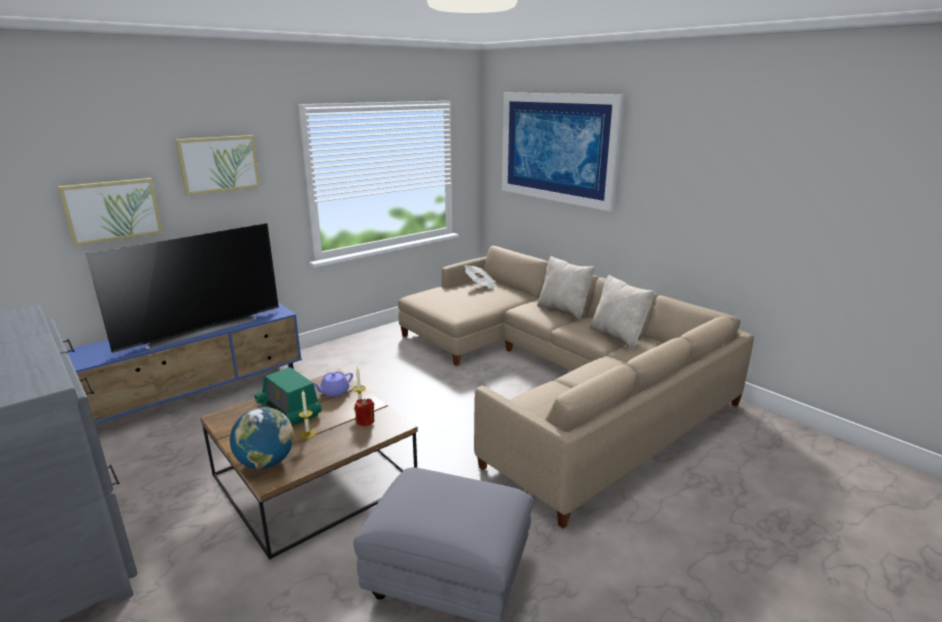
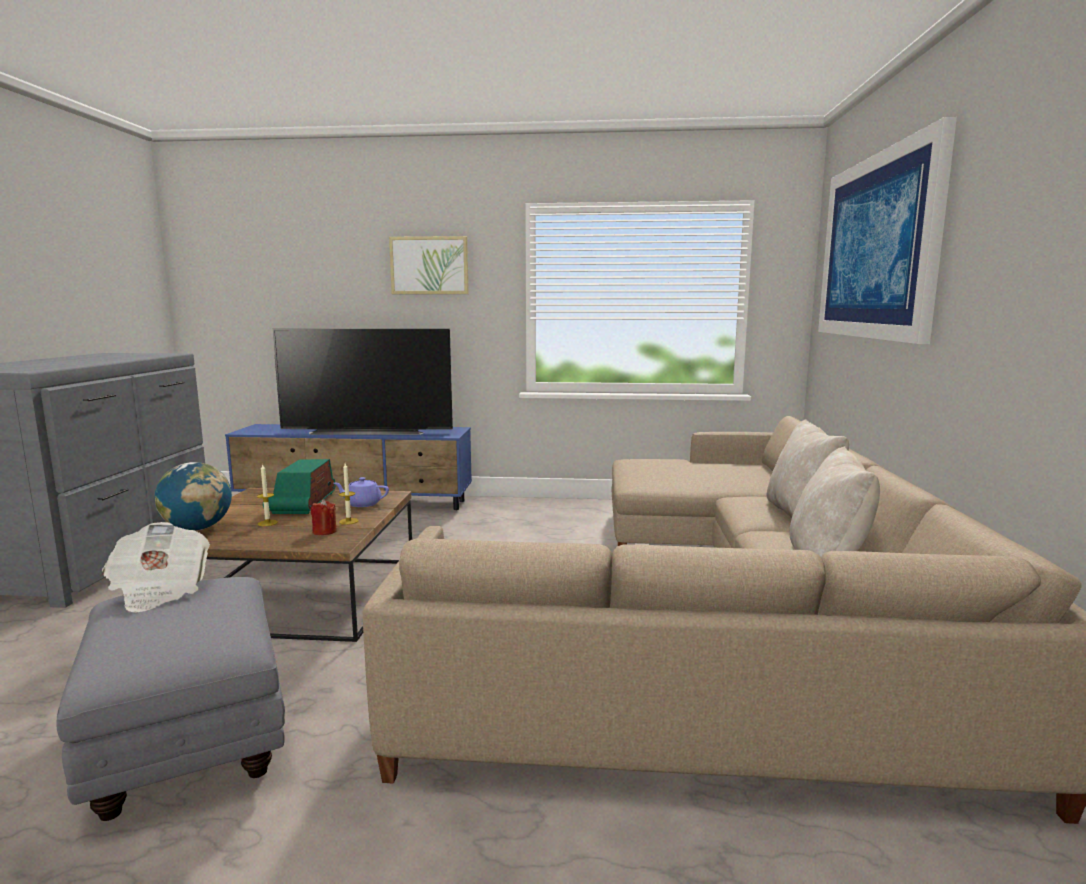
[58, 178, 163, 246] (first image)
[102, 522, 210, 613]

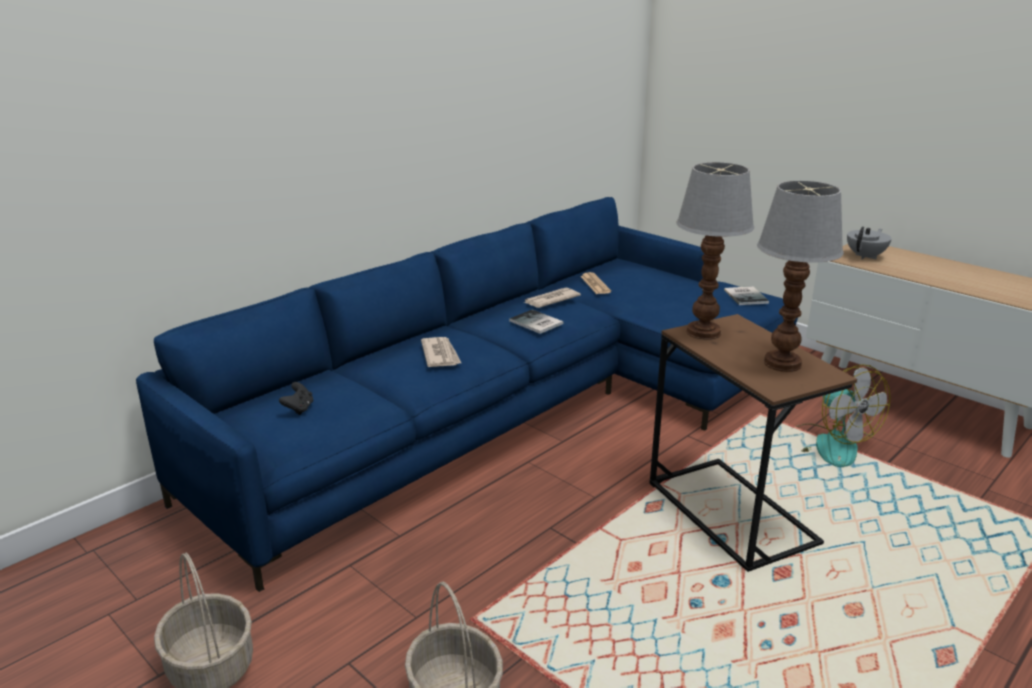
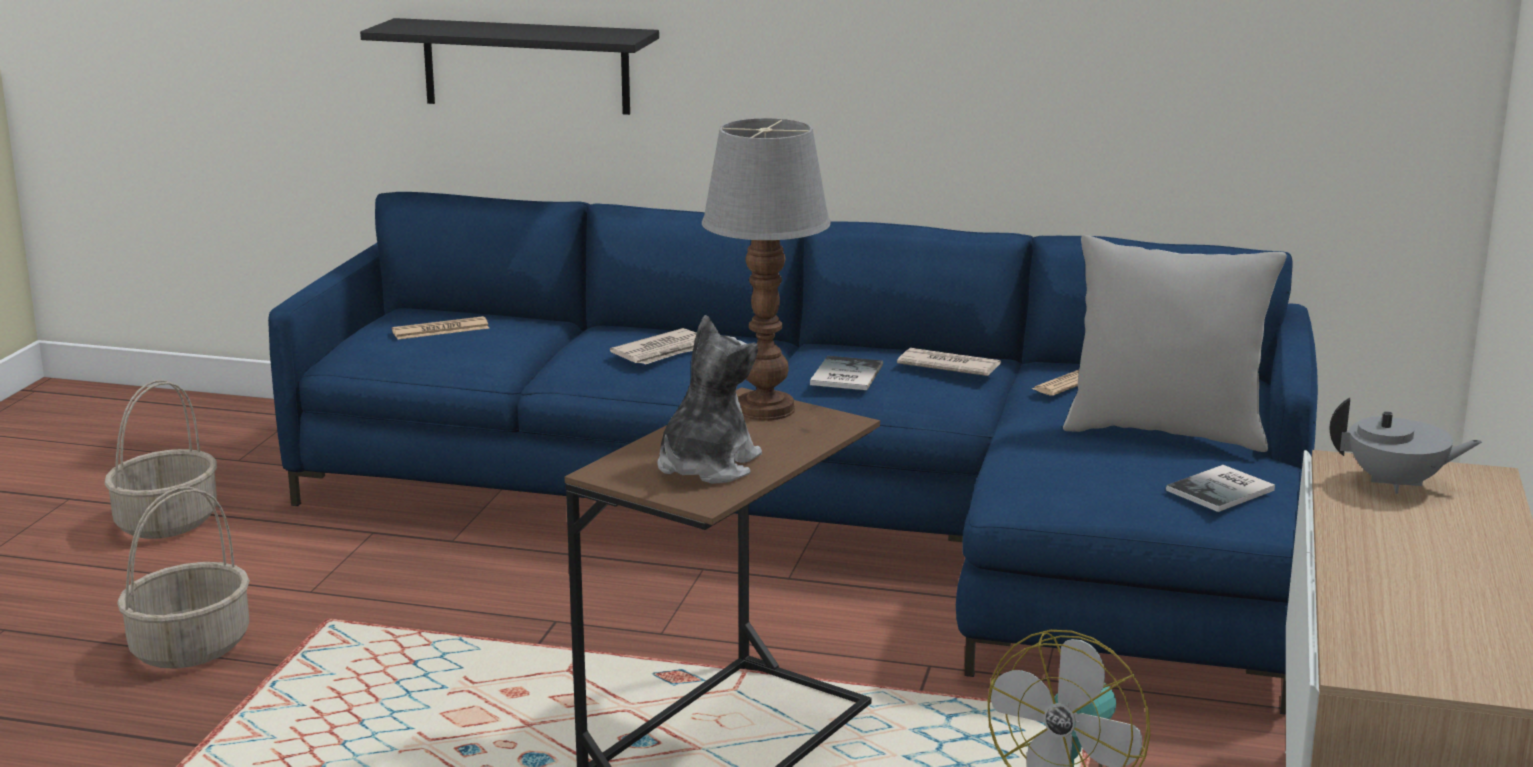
[392, 316, 489, 340]
[657, 315, 762, 484]
[360, 18, 659, 115]
[1063, 235, 1287, 452]

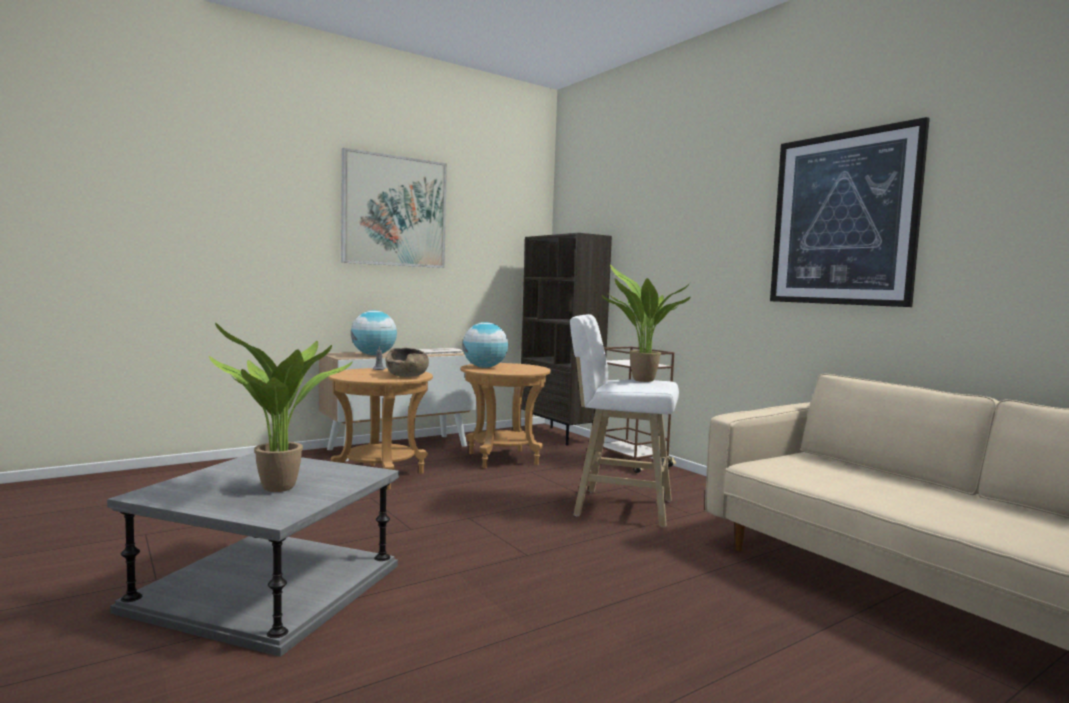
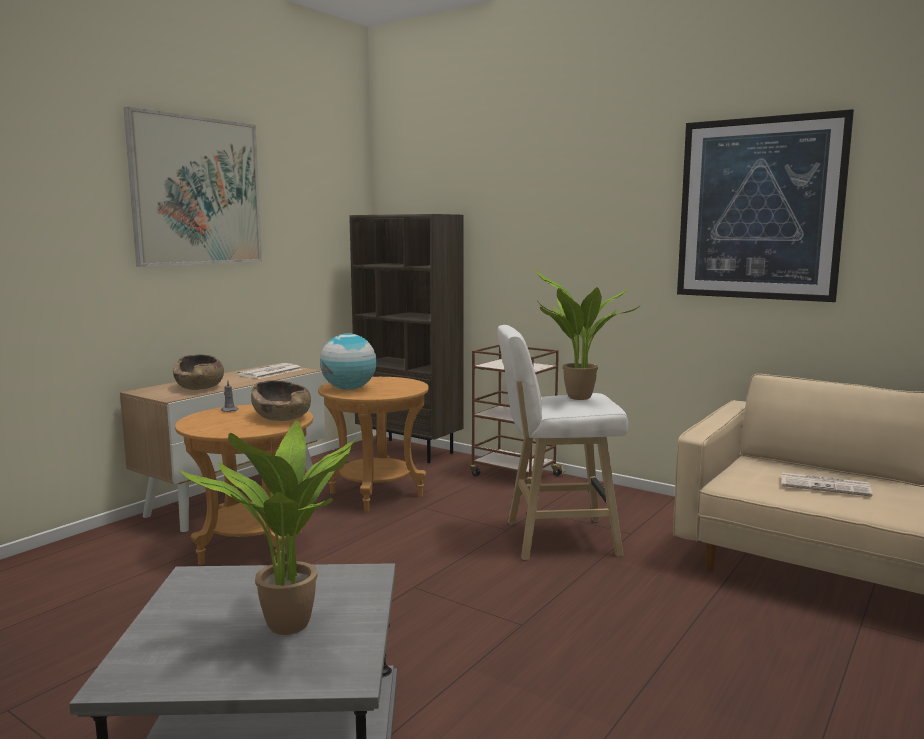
[173, 354, 224, 390]
[781, 473, 873, 497]

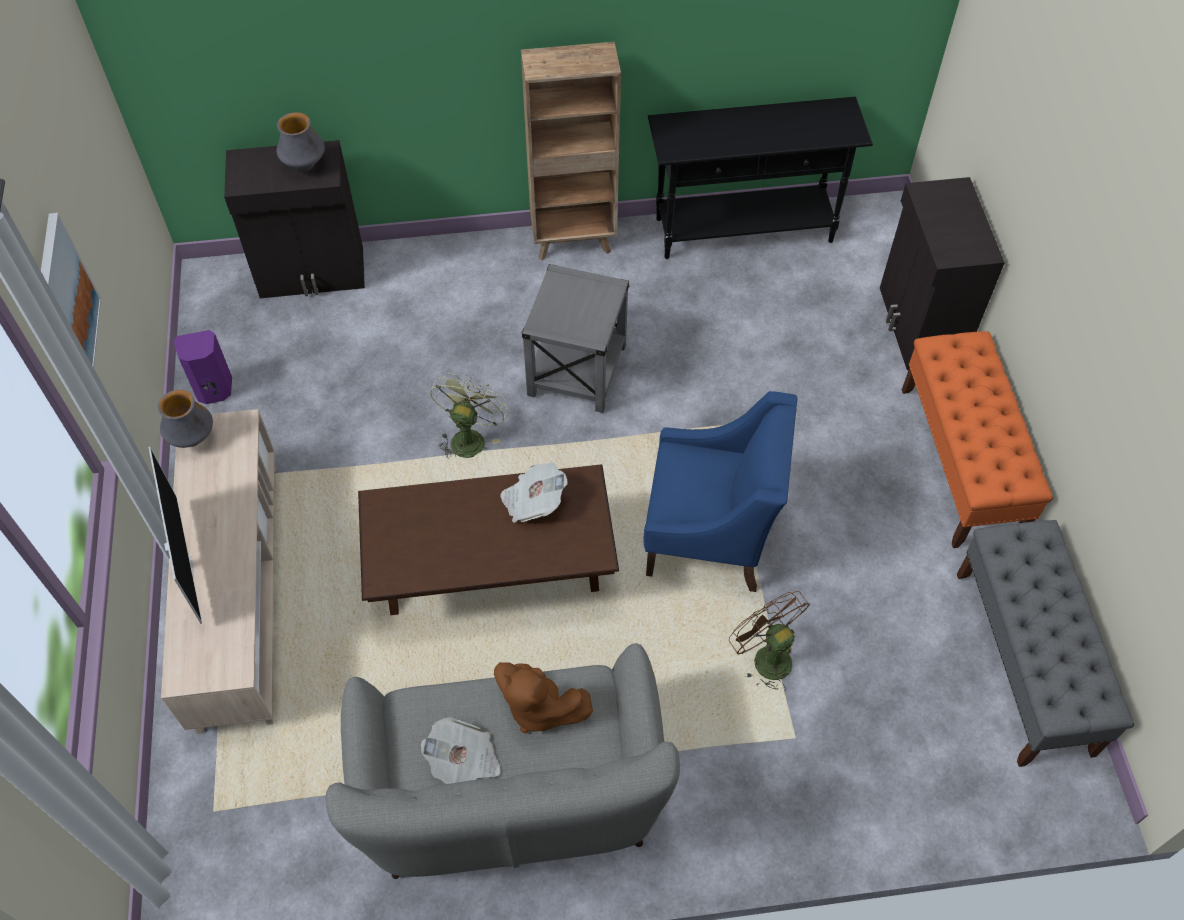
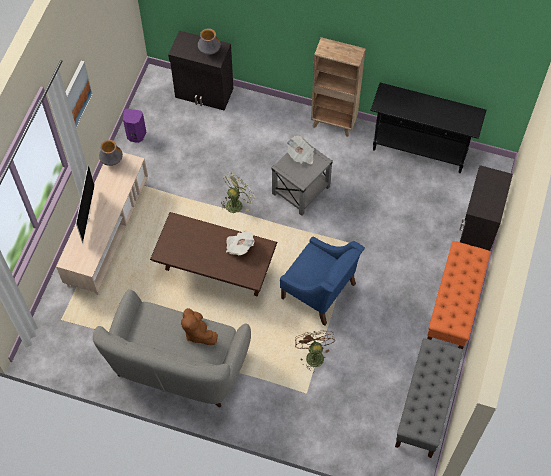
[287, 136, 314, 164]

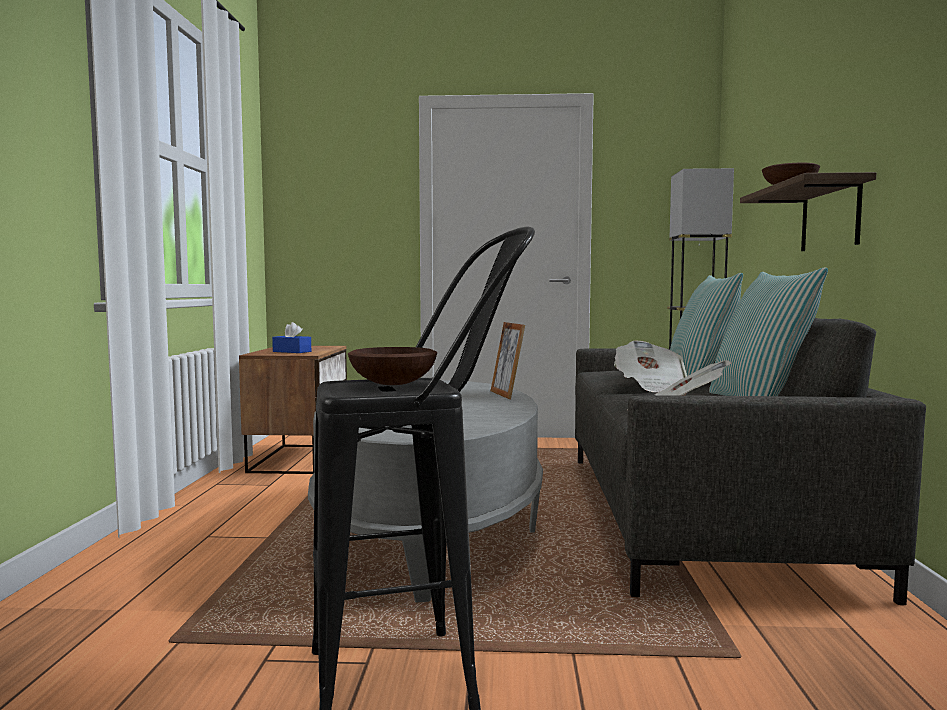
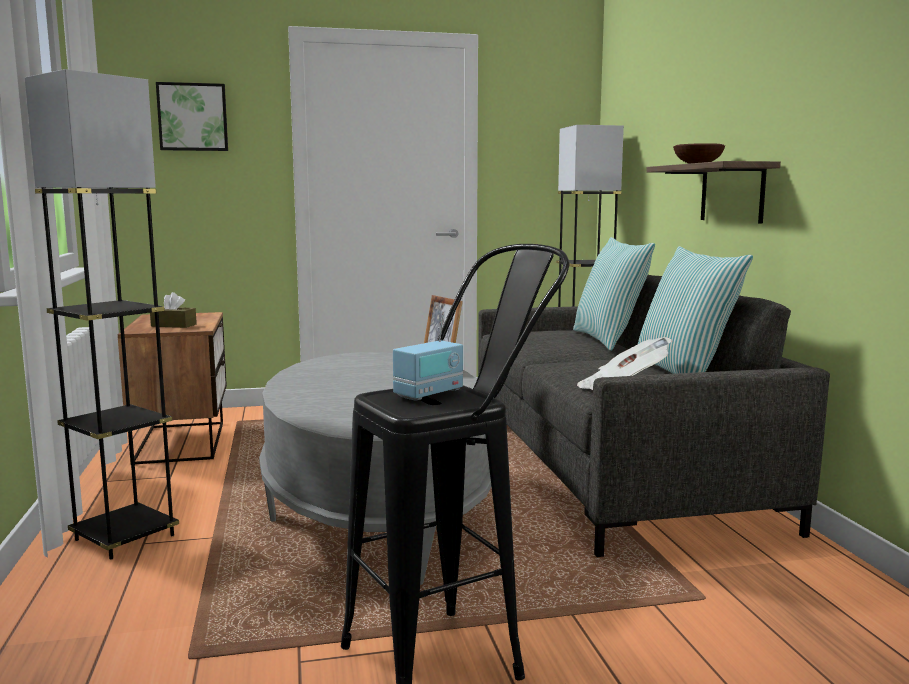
[150, 292, 197, 328]
[393, 312, 463, 400]
[614, 340, 687, 392] (first image)
[25, 69, 179, 560]
[156, 82, 228, 151]

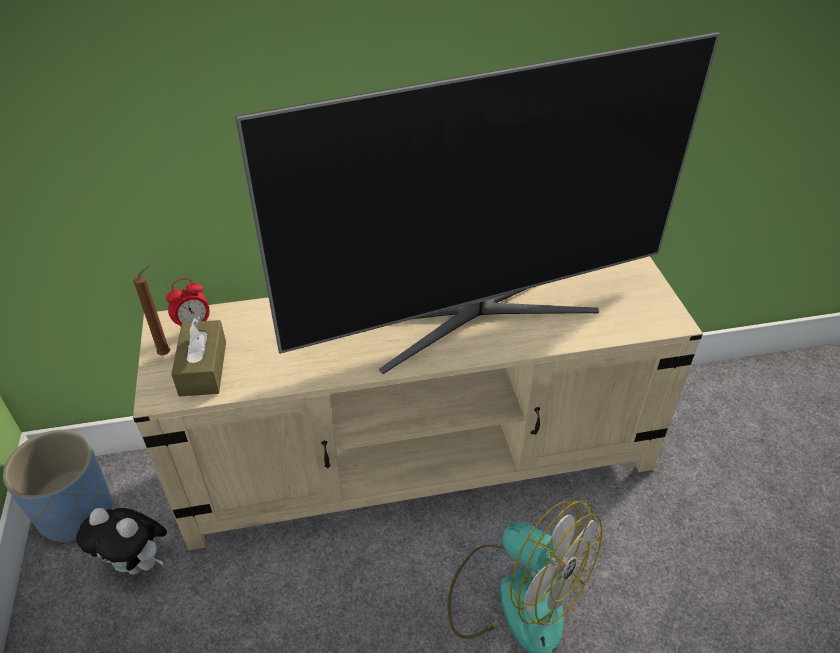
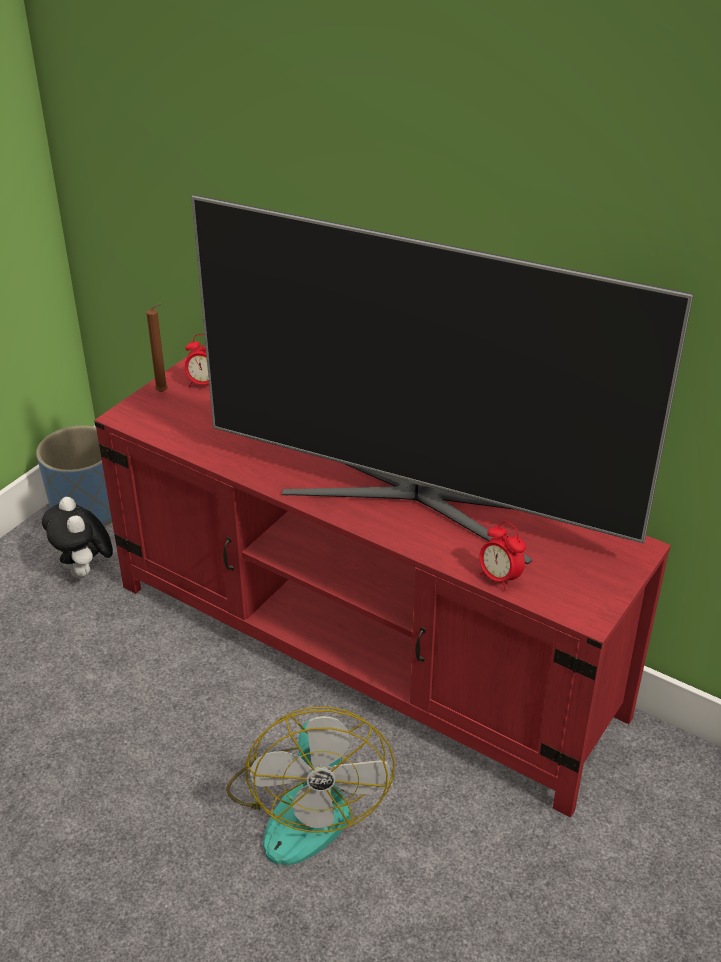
[94, 357, 671, 818]
[171, 317, 226, 396] (first image)
[479, 522, 526, 591]

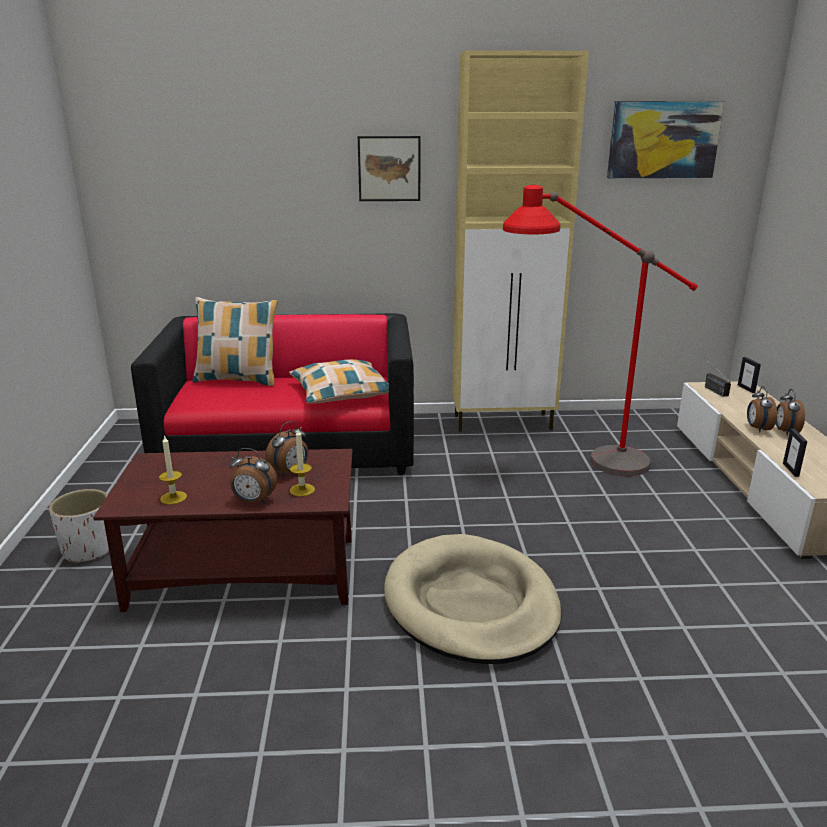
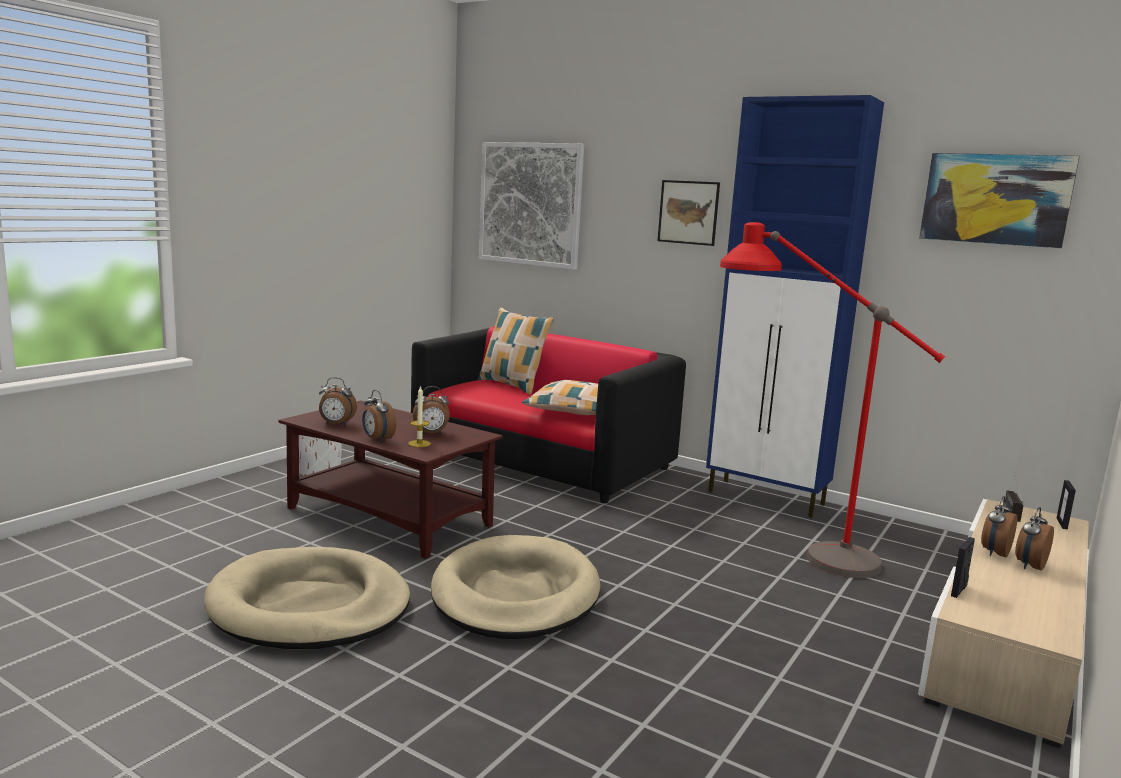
[319, 377, 357, 426]
[706, 95, 884, 518]
[204, 547, 410, 649]
[479, 142, 584, 270]

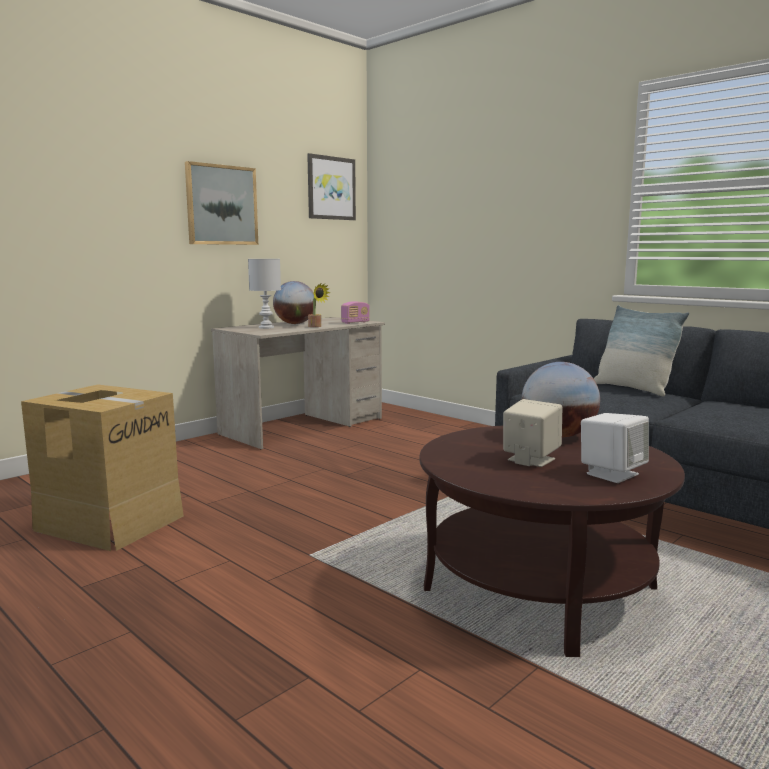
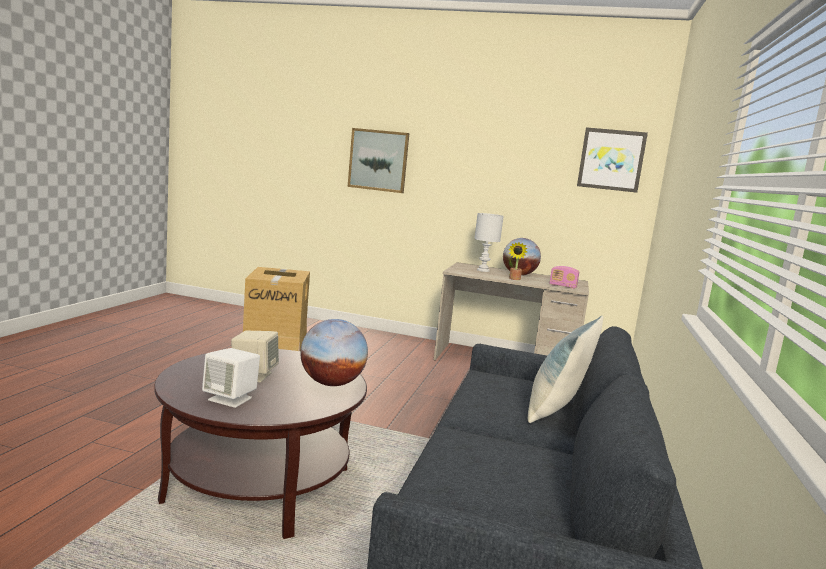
[348, 128, 410, 193]

